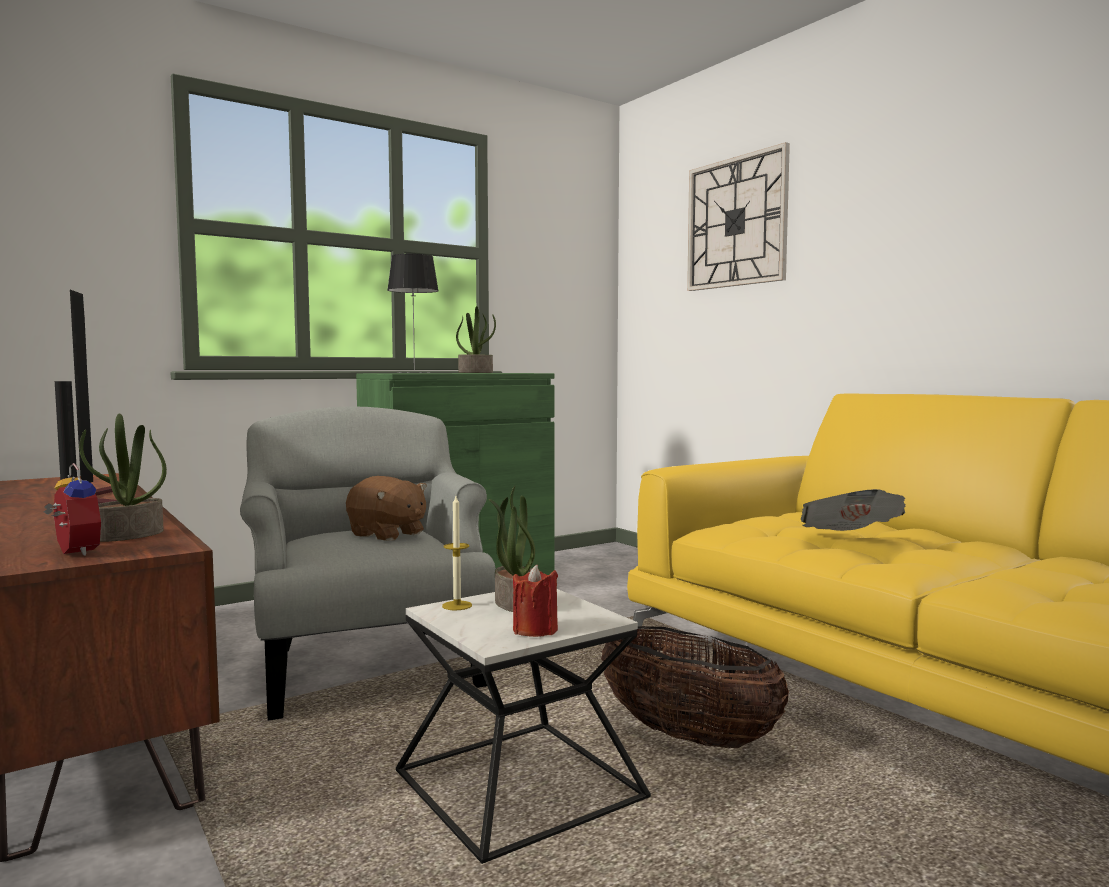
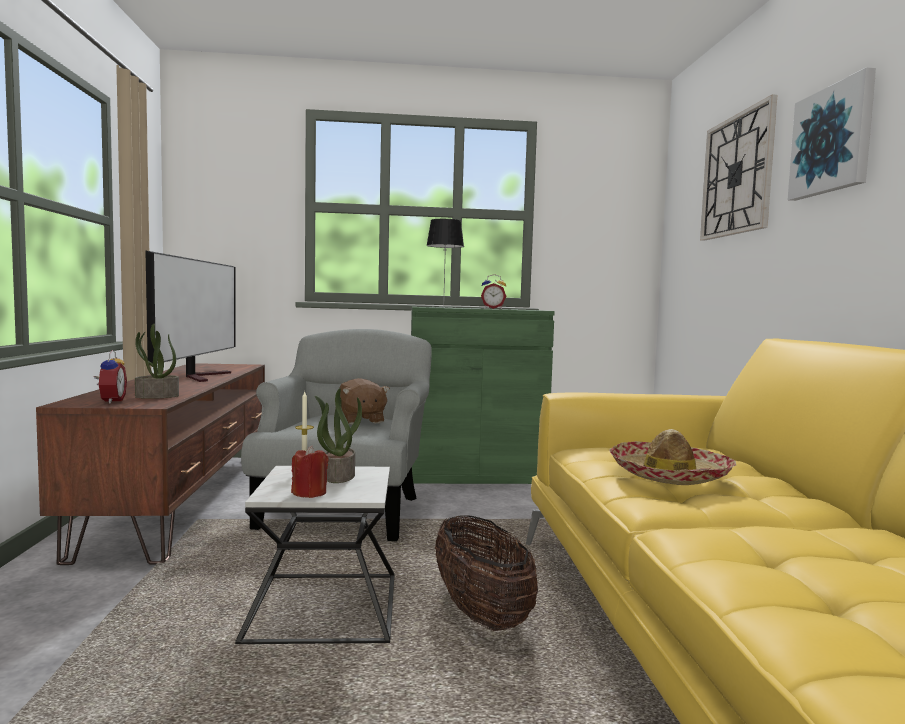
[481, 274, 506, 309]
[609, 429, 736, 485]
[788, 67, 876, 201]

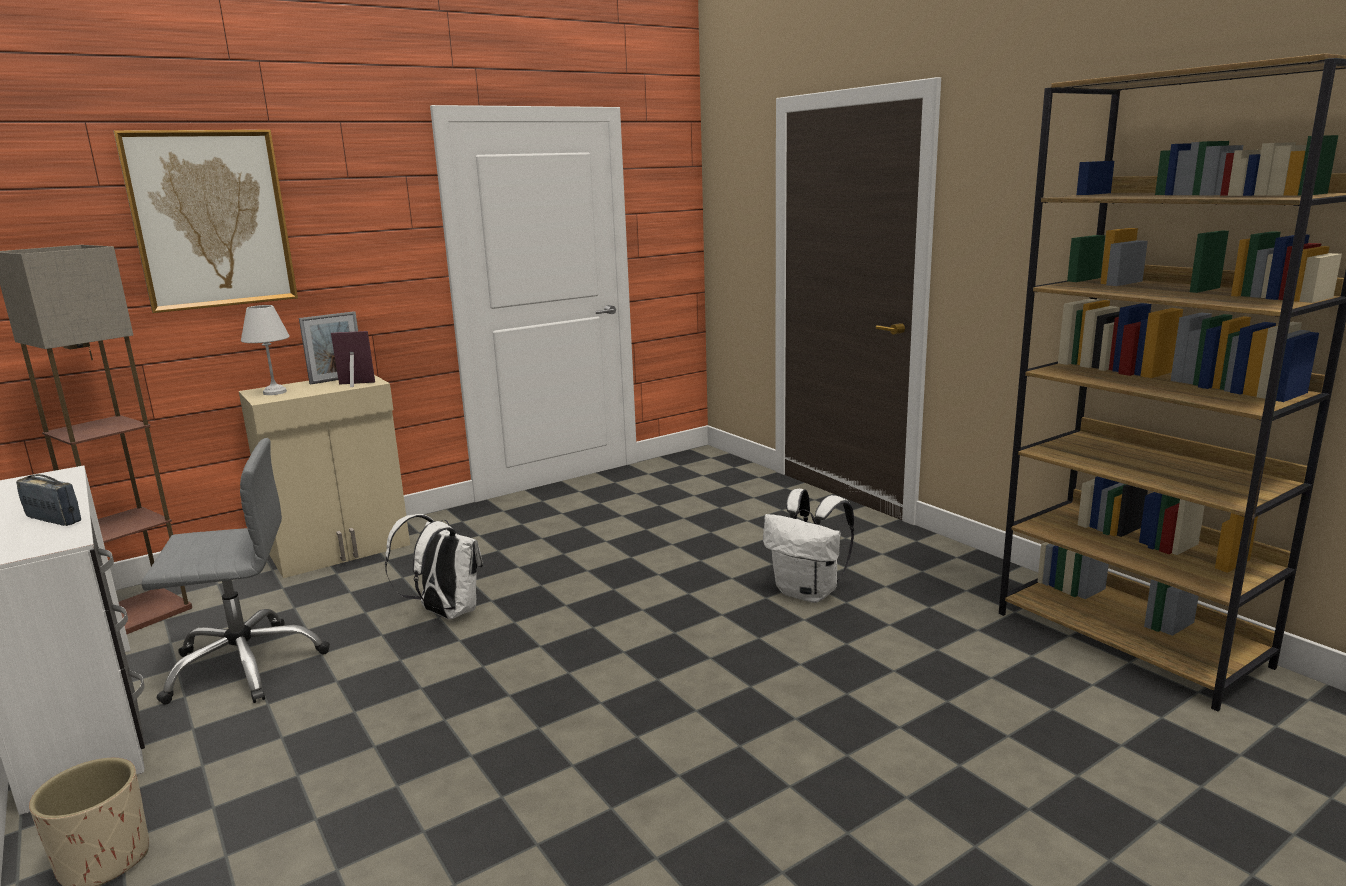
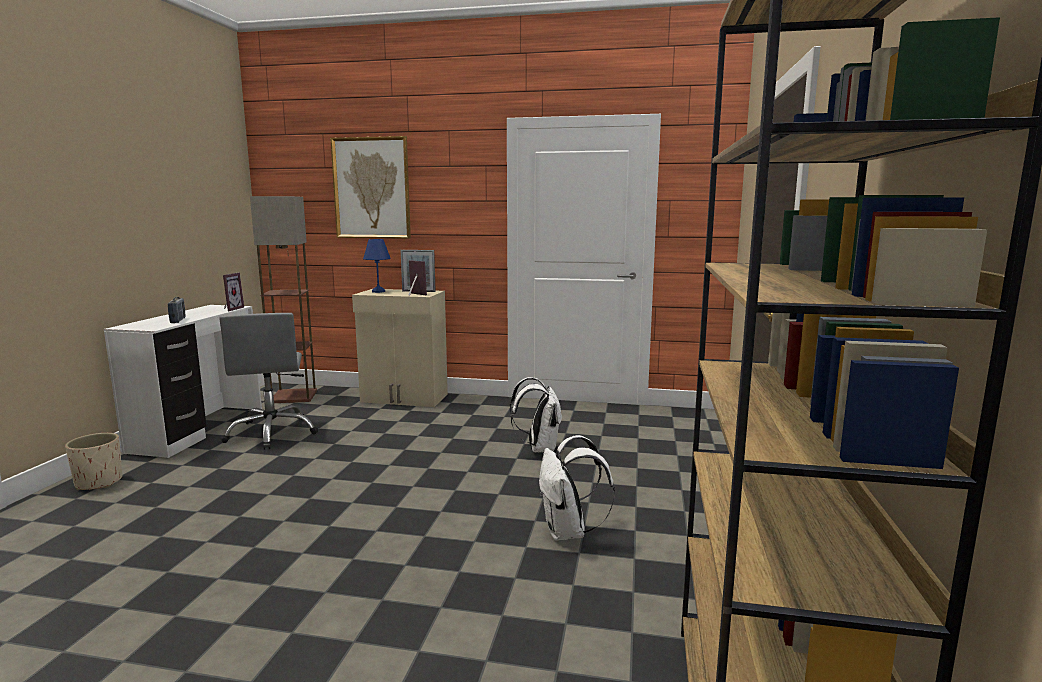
[219, 313, 318, 450]
[363, 239, 391, 293]
[510, 377, 562, 453]
[223, 273, 244, 311]

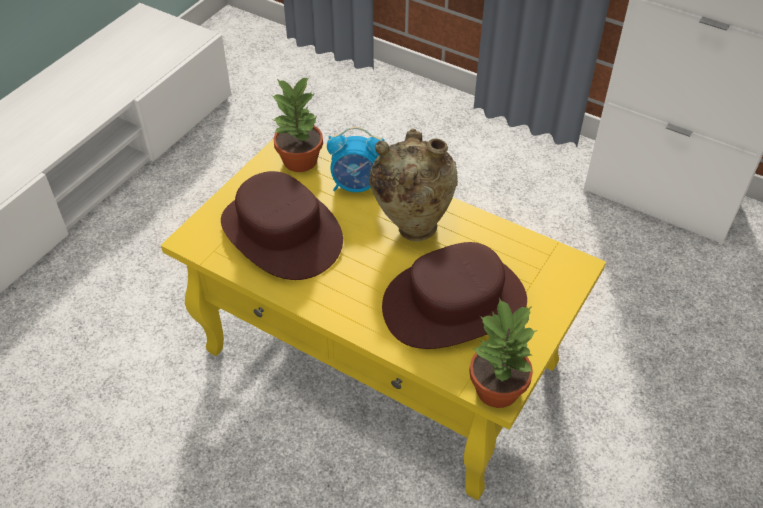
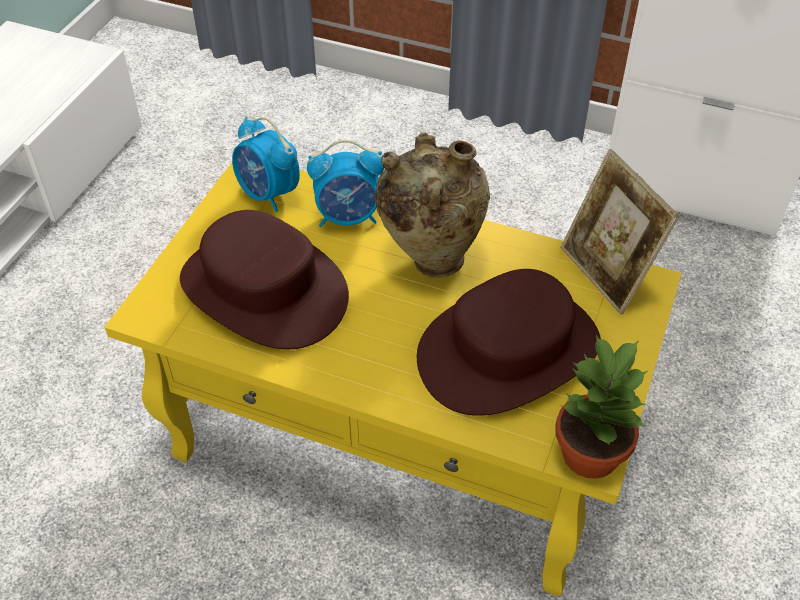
[232, 117, 300, 212]
[560, 149, 680, 315]

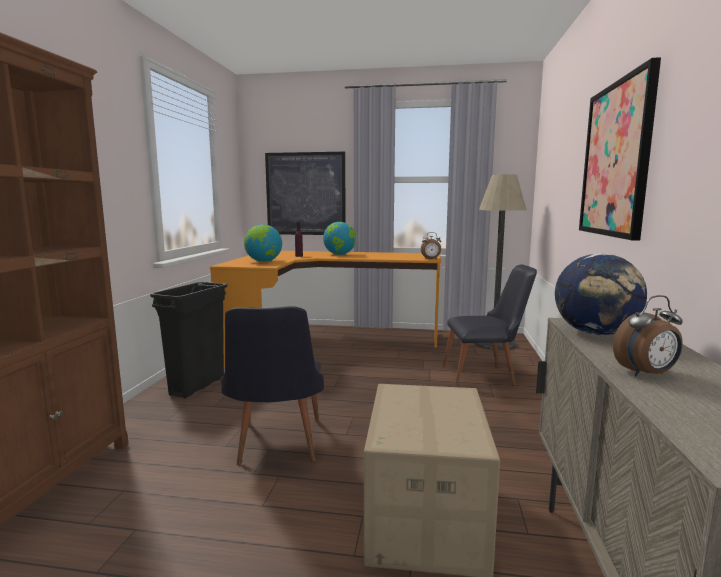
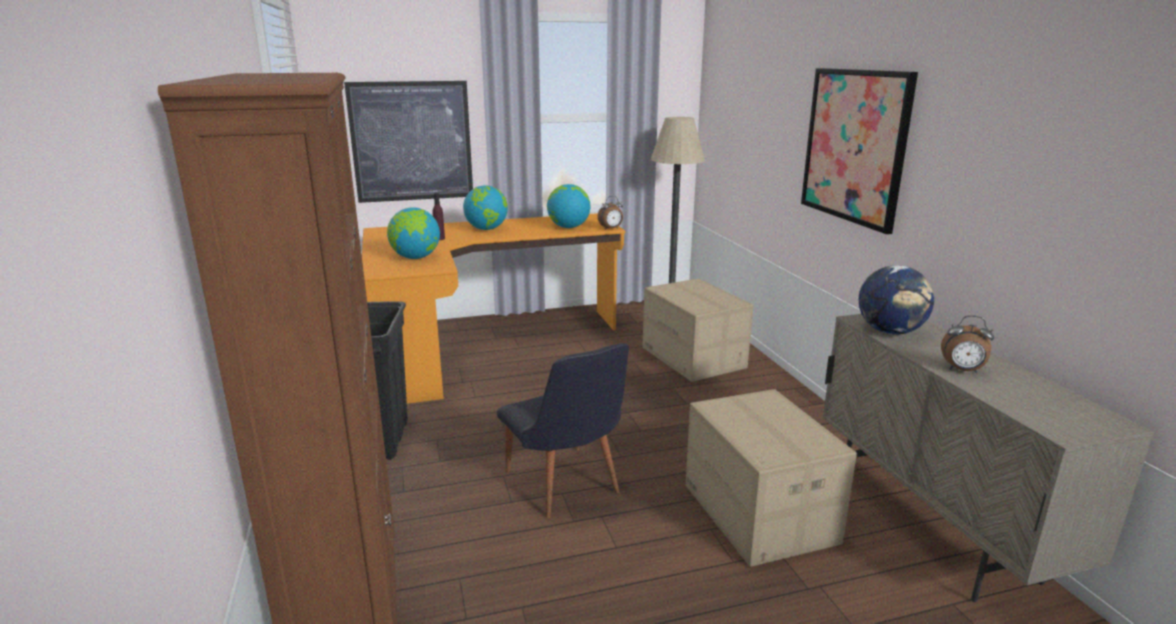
[642, 279, 753, 382]
[941, 315, 994, 373]
[547, 184, 591, 228]

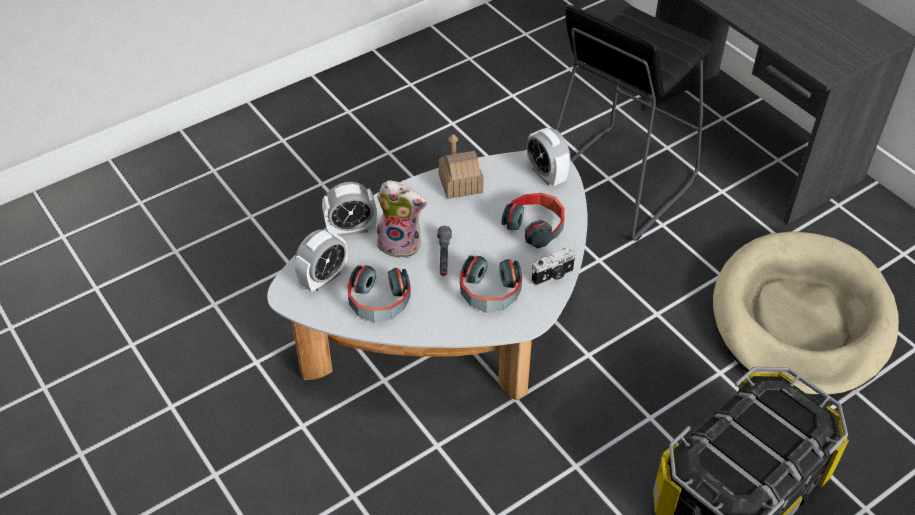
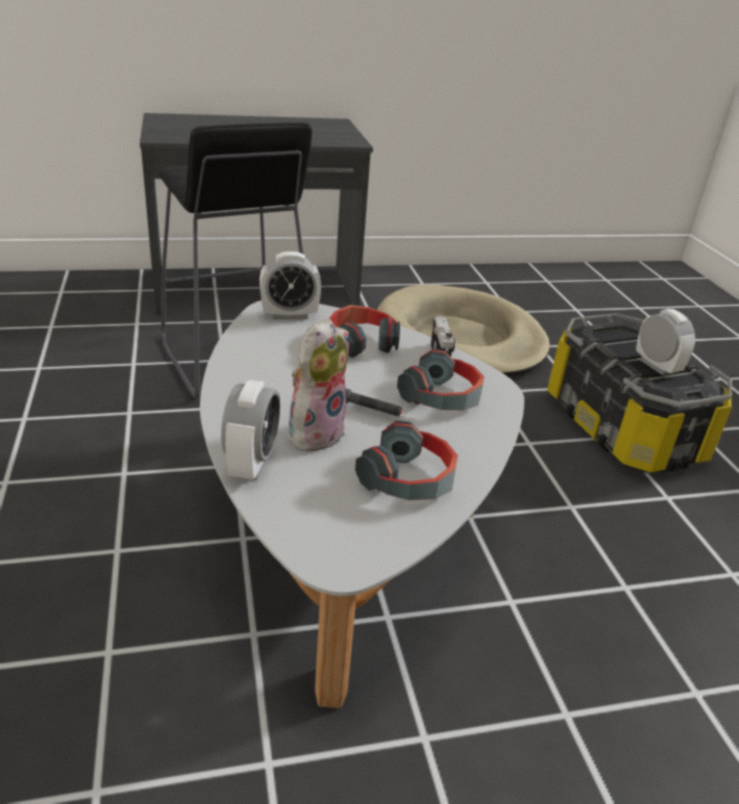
[636, 309, 695, 375]
[439, 134, 484, 199] (first image)

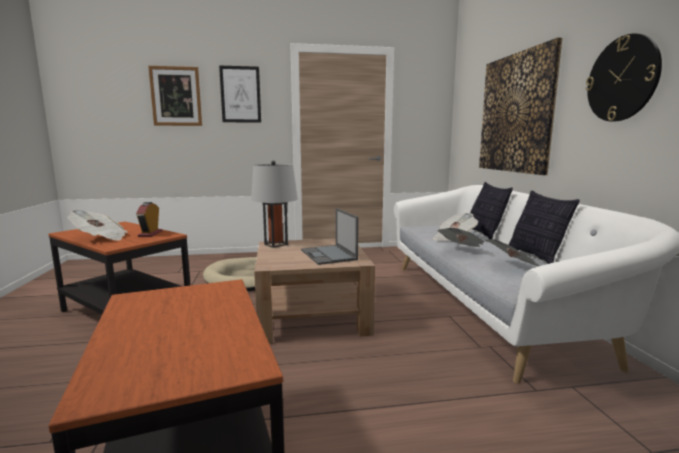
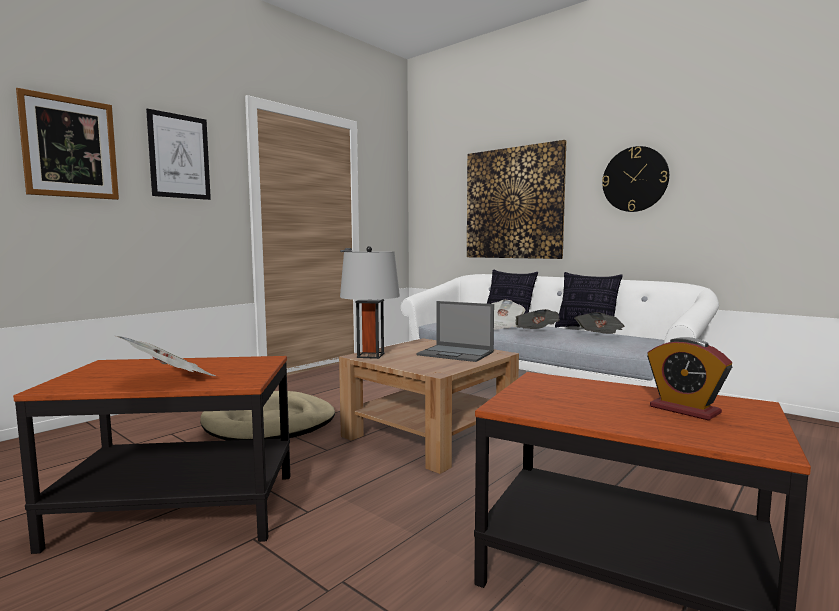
[647, 337, 732, 421]

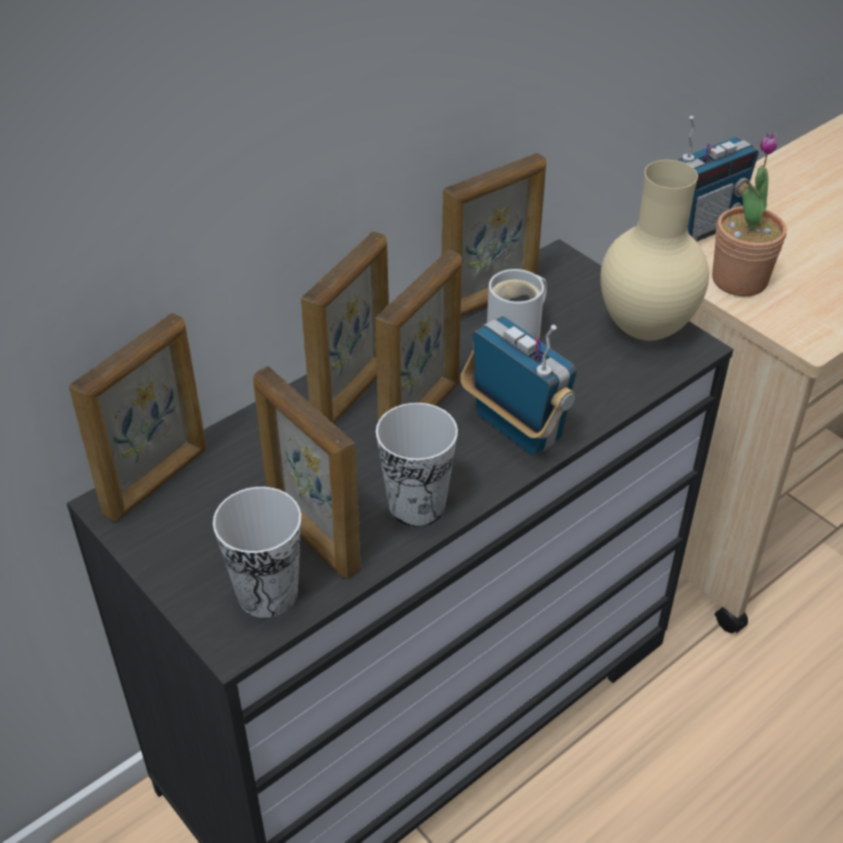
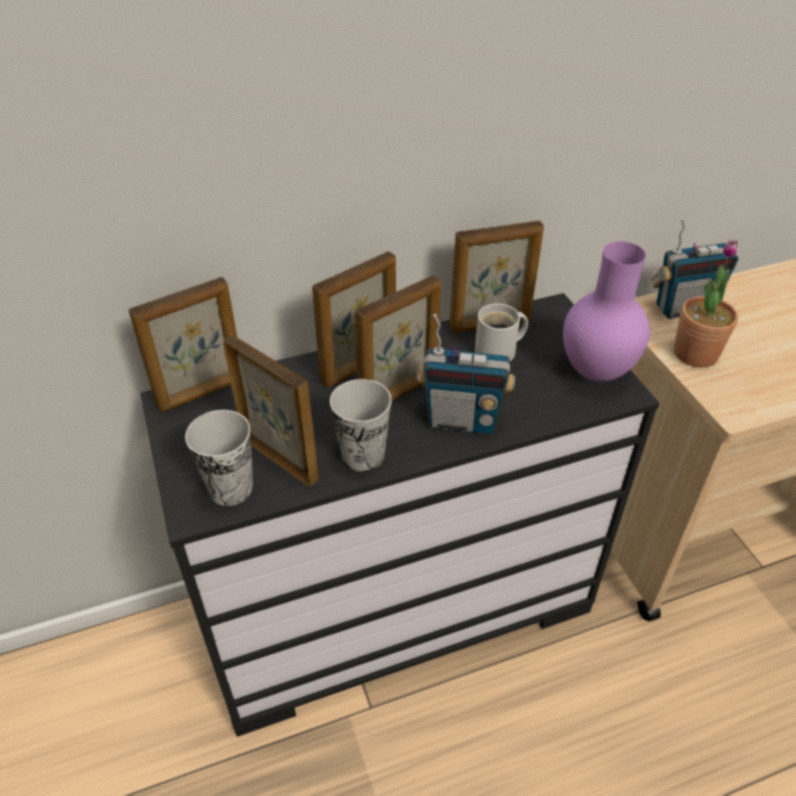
[223, 336, 319, 487]
[416, 314, 515, 434]
[563, 241, 650, 382]

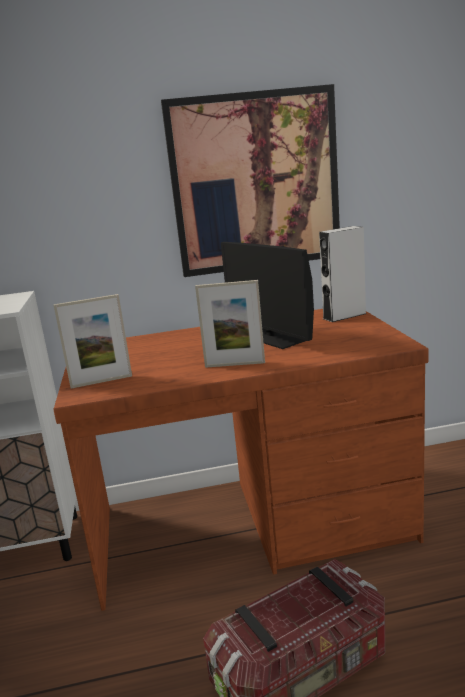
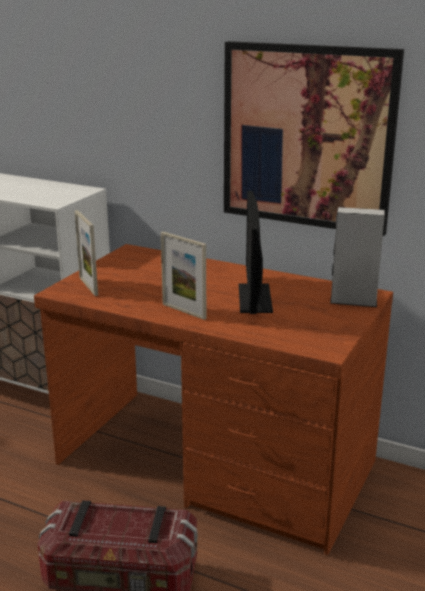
[75, 210, 98, 296]

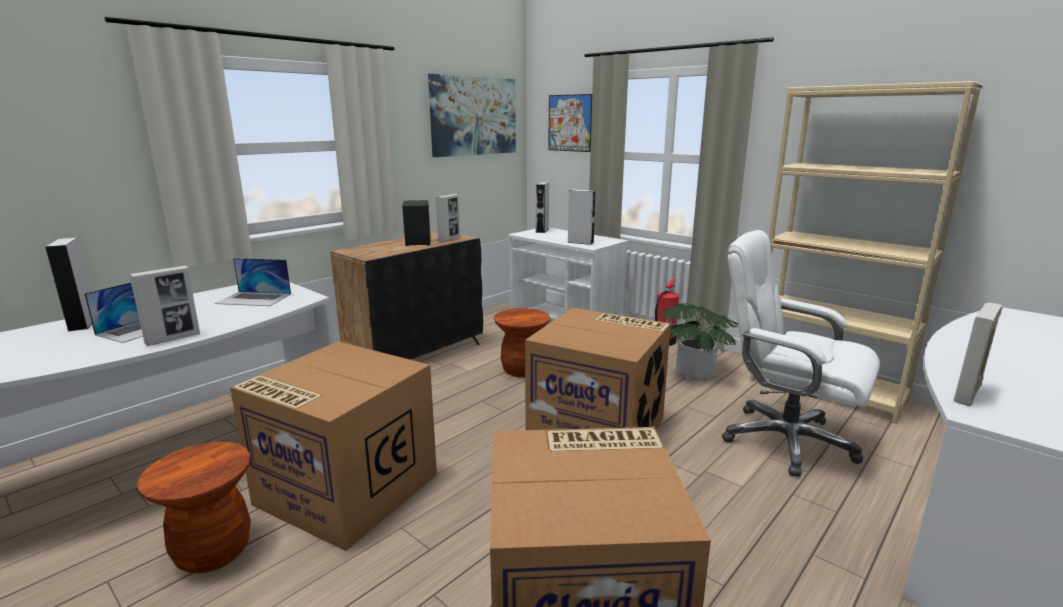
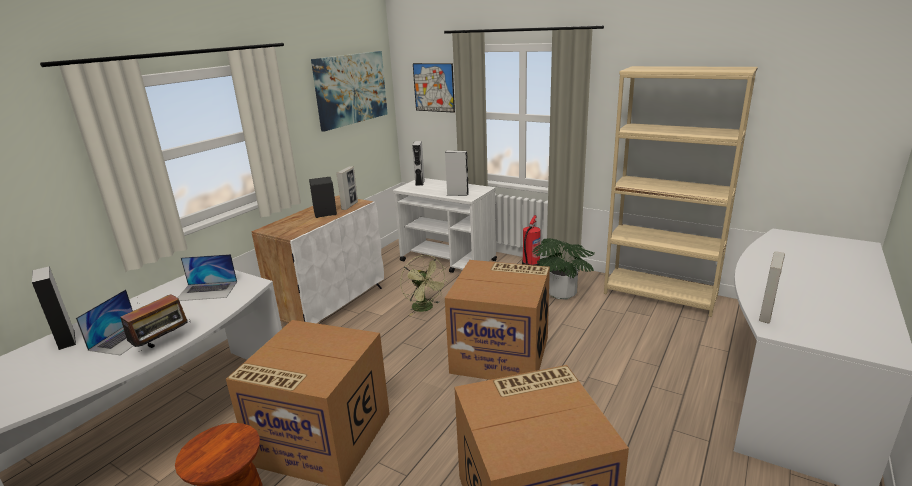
[120, 294, 191, 354]
[251, 196, 384, 323]
[400, 255, 448, 316]
[722, 230, 880, 477] (first image)

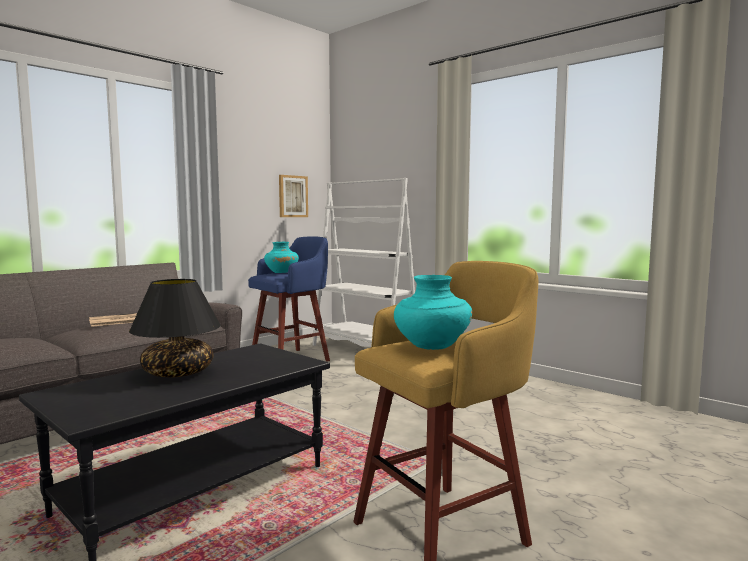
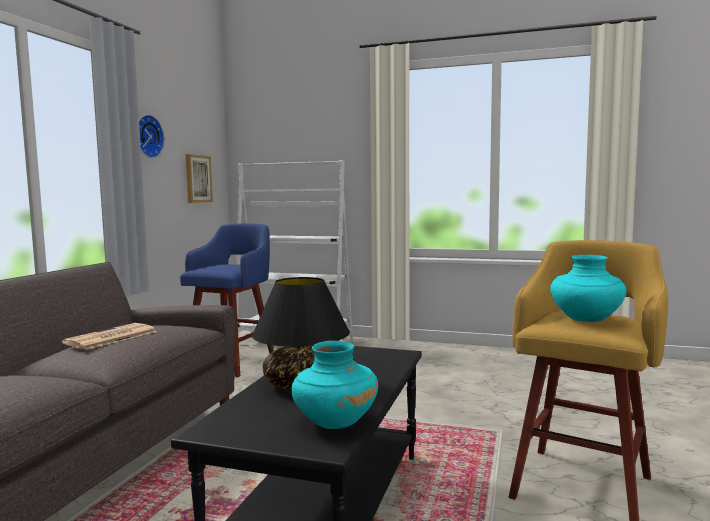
[291, 341, 378, 429]
[139, 115, 164, 158]

